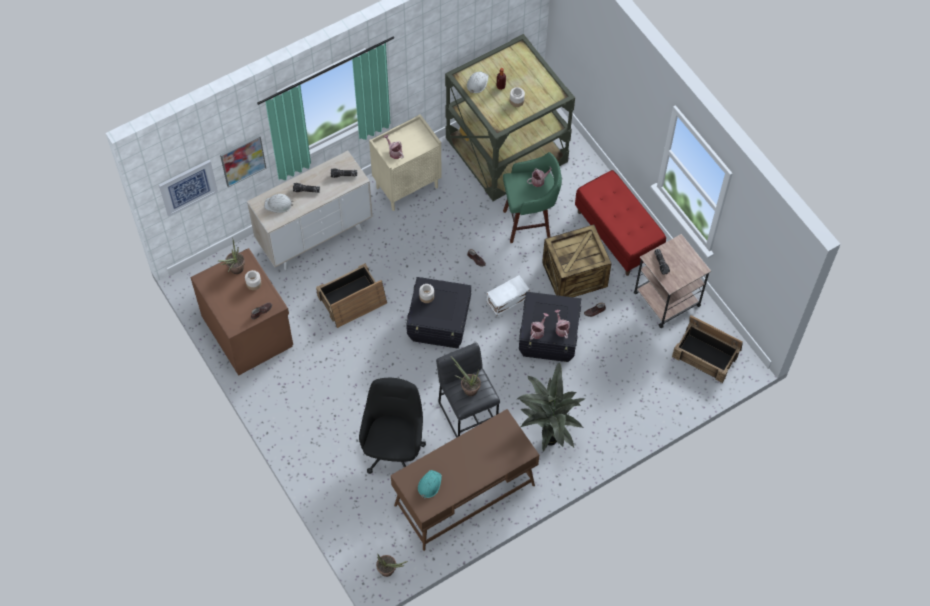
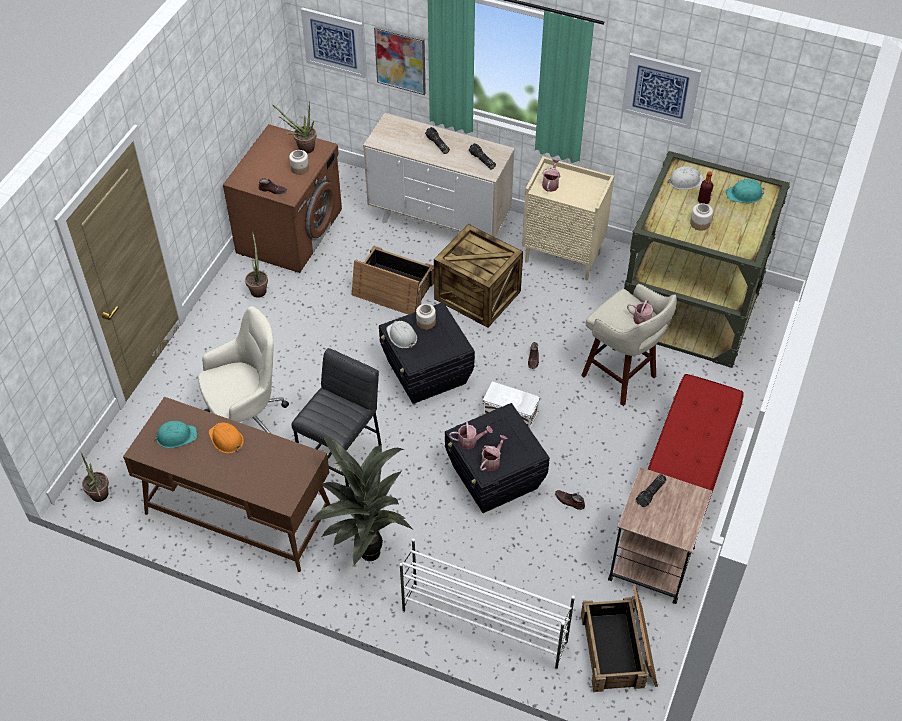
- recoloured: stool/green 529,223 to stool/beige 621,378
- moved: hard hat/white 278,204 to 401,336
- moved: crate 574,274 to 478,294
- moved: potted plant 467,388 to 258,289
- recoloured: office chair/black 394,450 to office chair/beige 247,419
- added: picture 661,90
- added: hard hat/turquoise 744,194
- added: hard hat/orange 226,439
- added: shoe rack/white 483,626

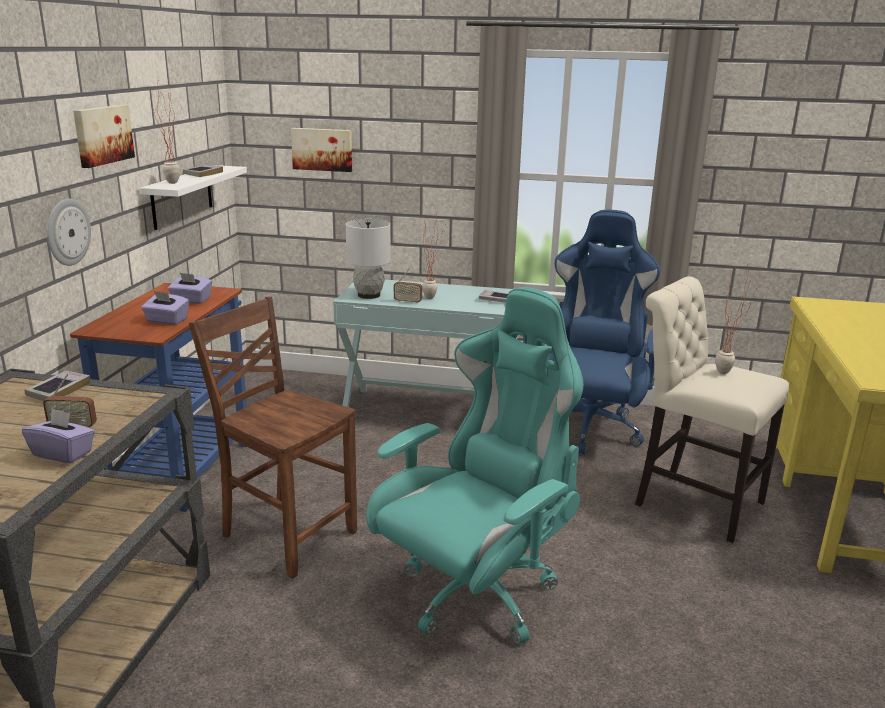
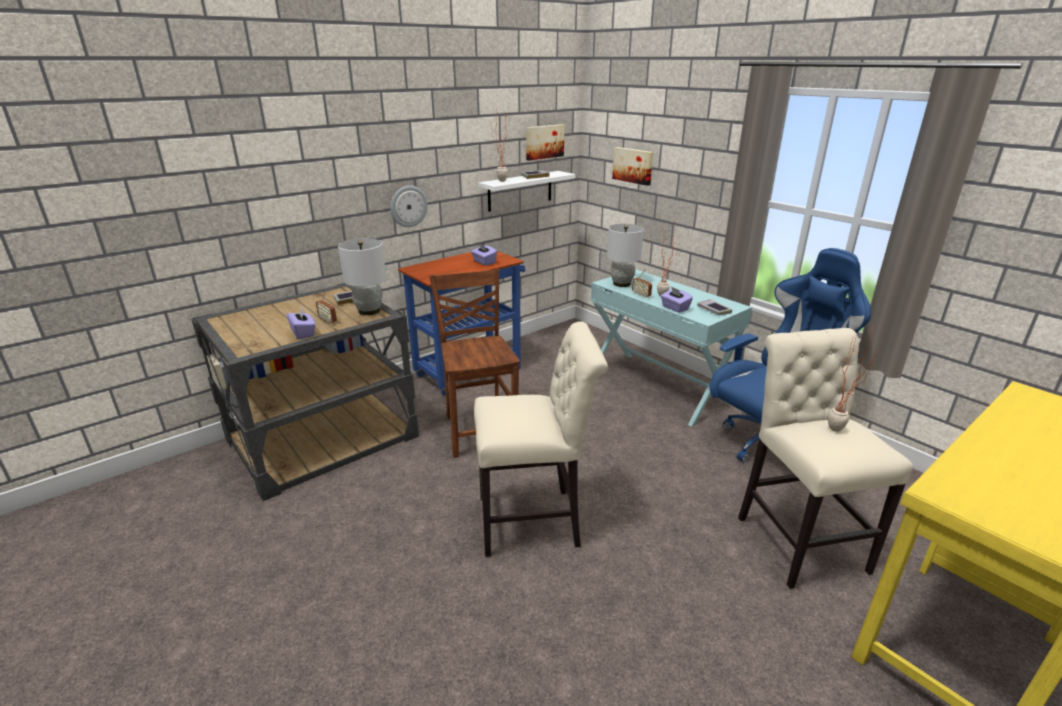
- moved: picture 102,135 to 544,142
- replaced: office chair/turquoise 472,599 to stool/beige 535,522
- moved: tissue box/purple 167,321 to 674,308
- added: table lamp/white 369,311

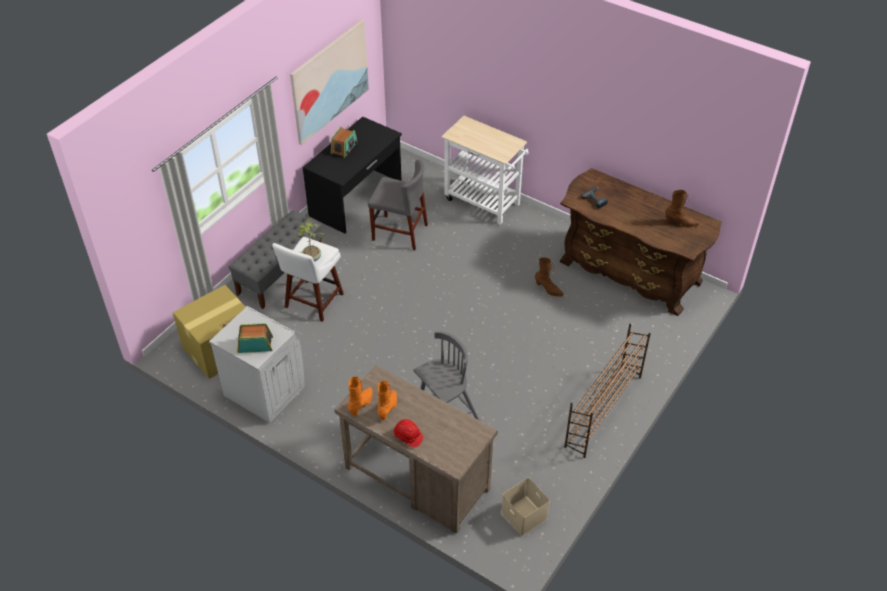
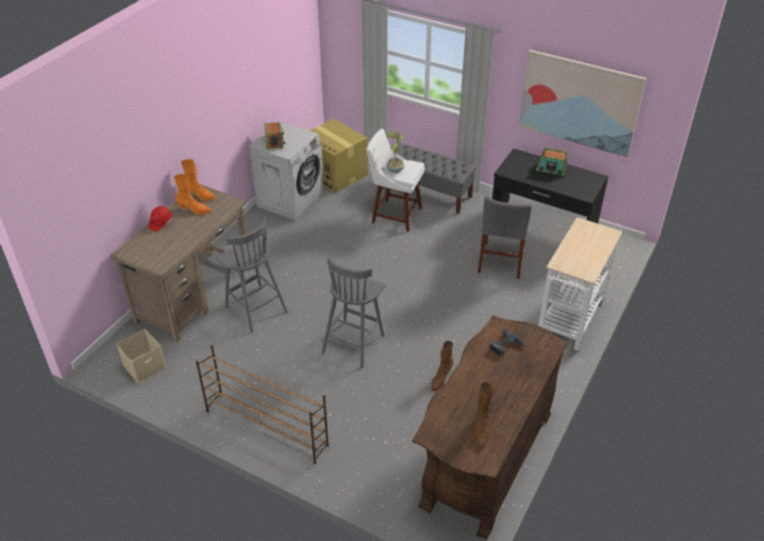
- added: stool/grey 354,342

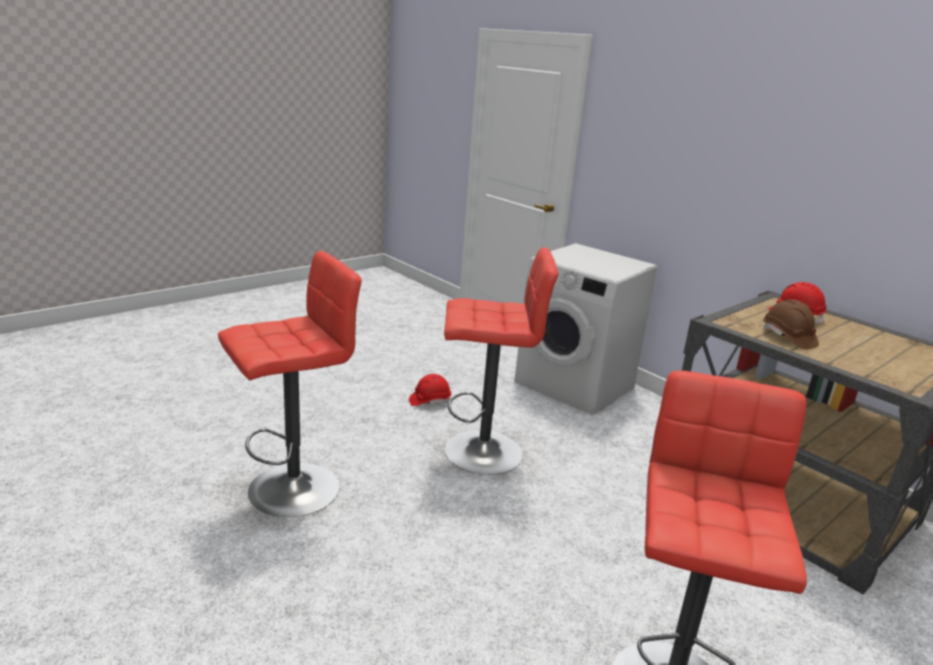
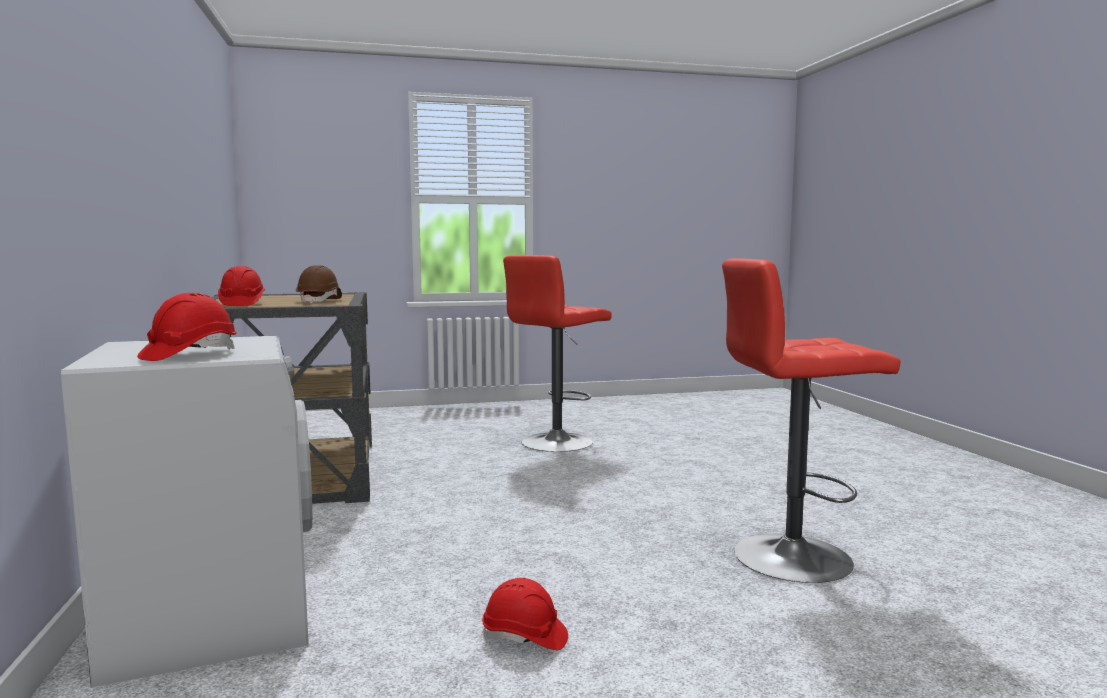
- removed: stool/red 484,452
- added: hard hat/red 189,355

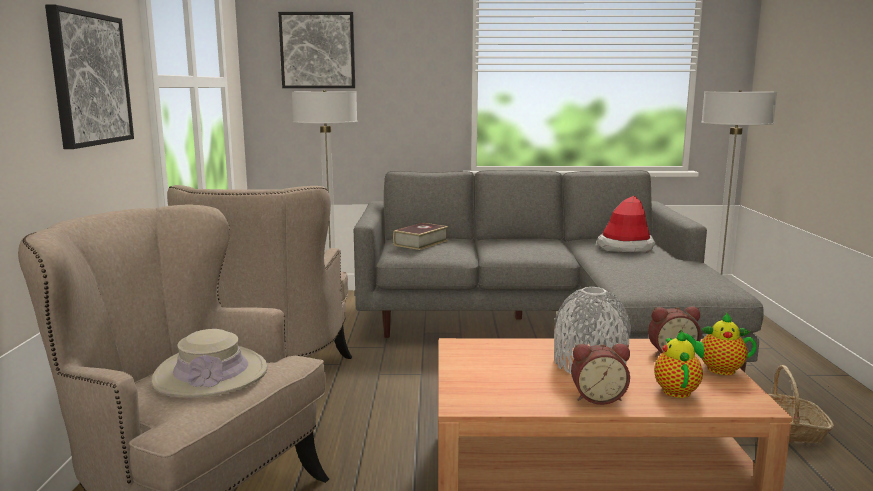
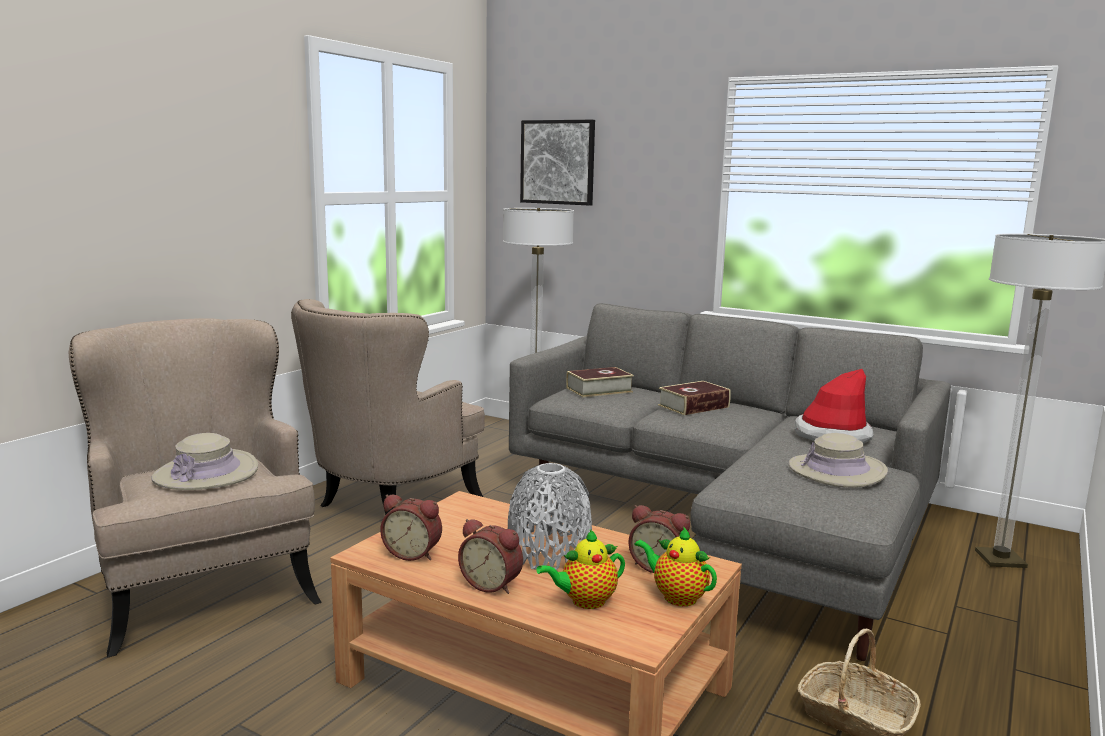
- removed: picture 90,79
- turned: teapot 675,390 = 584,601 150 degrees counterclockwise
- added: book 693,406
- added: hat/beige 837,471
- added: alarm clock 413,553

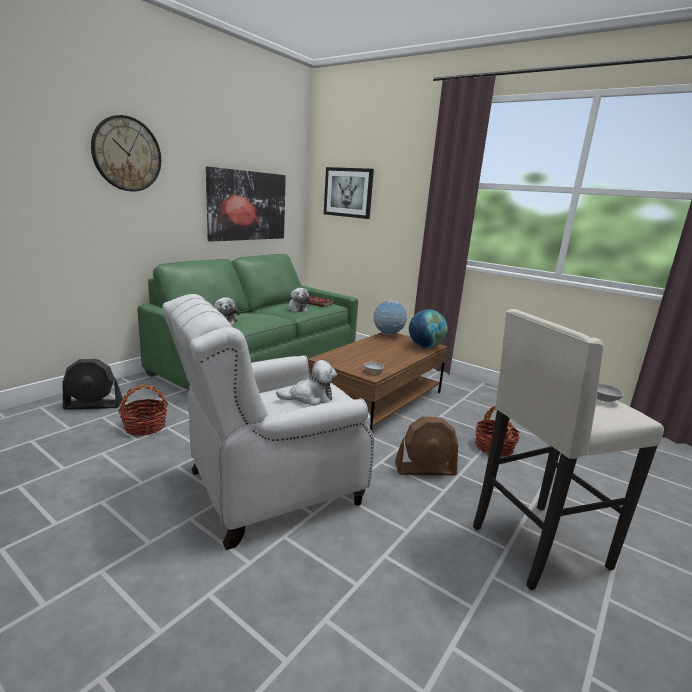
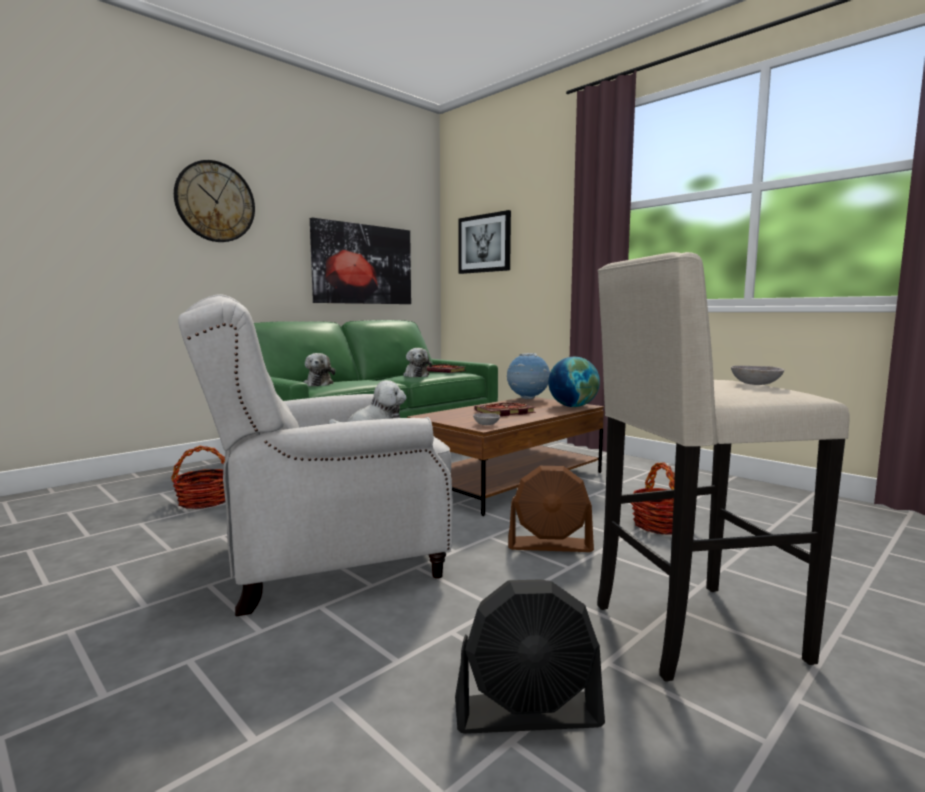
- moved: fan/black 94,405 to 528,713
- added: book 504,412

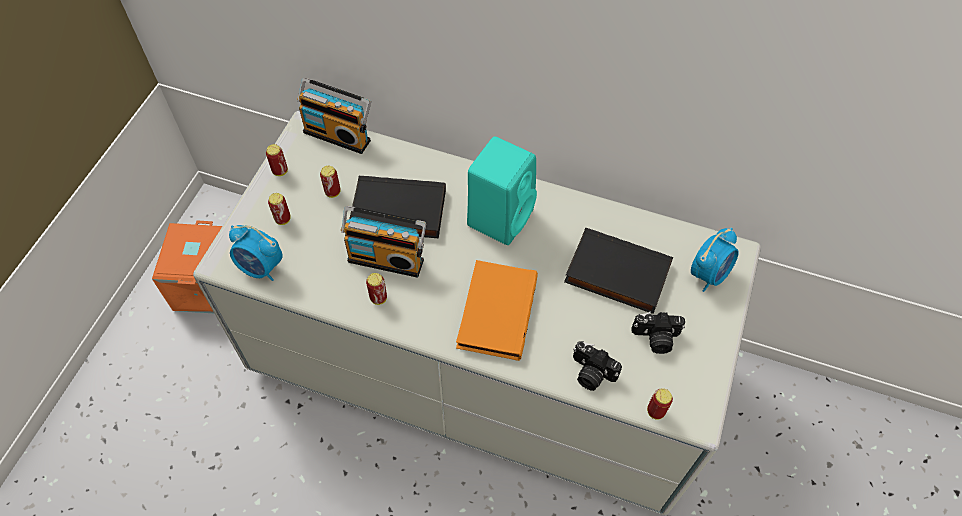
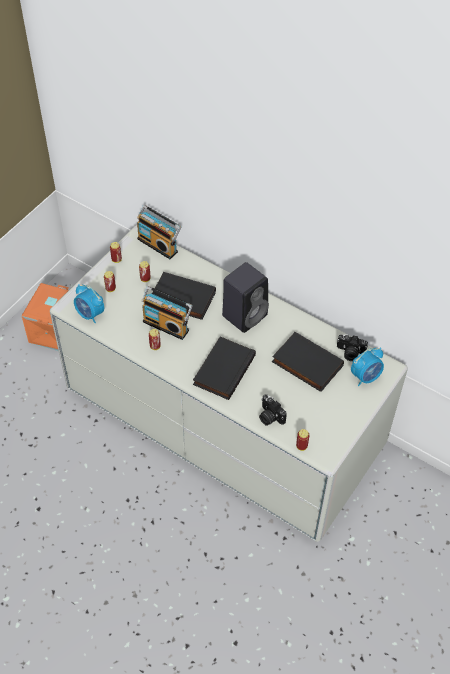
- recoloured: speaker/turquoise 501,216 to speaker/black 245,314
- recoloured: book/orange 495,311 to book/black 223,369
- moved: photo camera 655,339 to 350,353

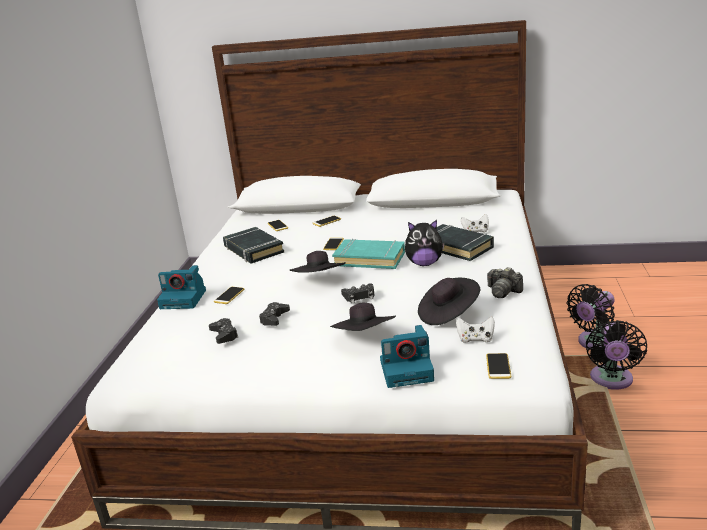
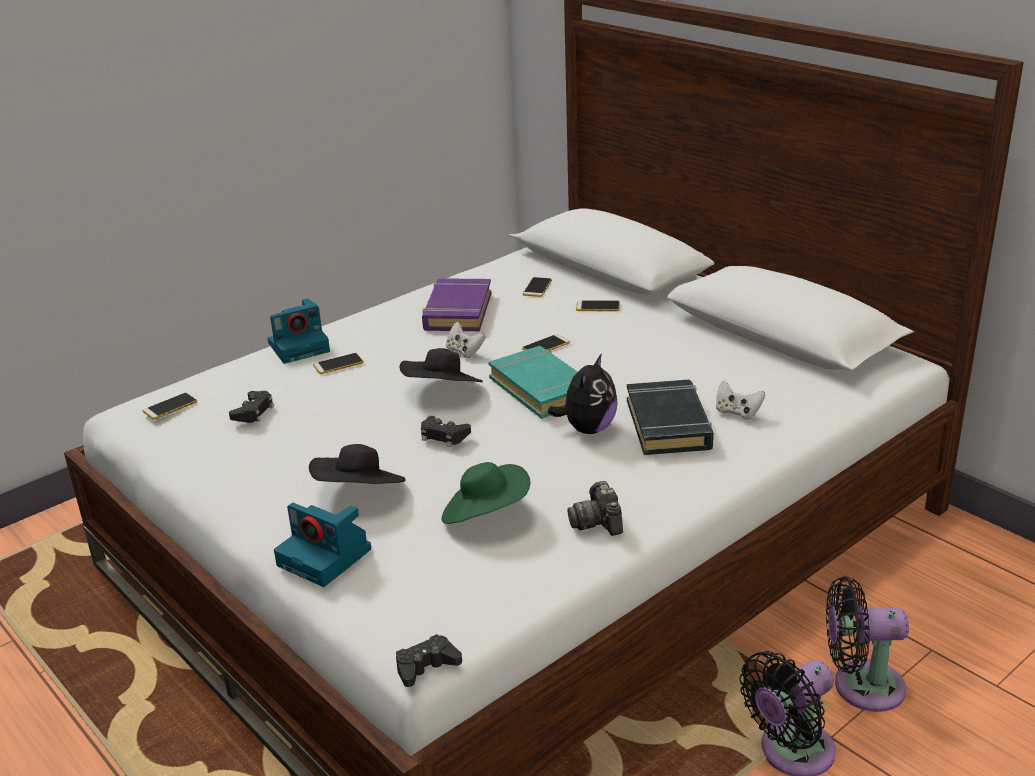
- turned: plush toy 424,263 = 587,429 105 degrees counterclockwise
- recoloured: book/black 253,250 to book/purple 457,311
- turned: photo camera 184,299 = 300,346 75 degrees counterclockwise
- recoloured: hat/black 448,314 to hat/green 486,515
- moved: game controller/black 274,318 to 426,666
- moved: game controller/white 475,339 to 464,351
- moved: phone 498,366 to 170,407

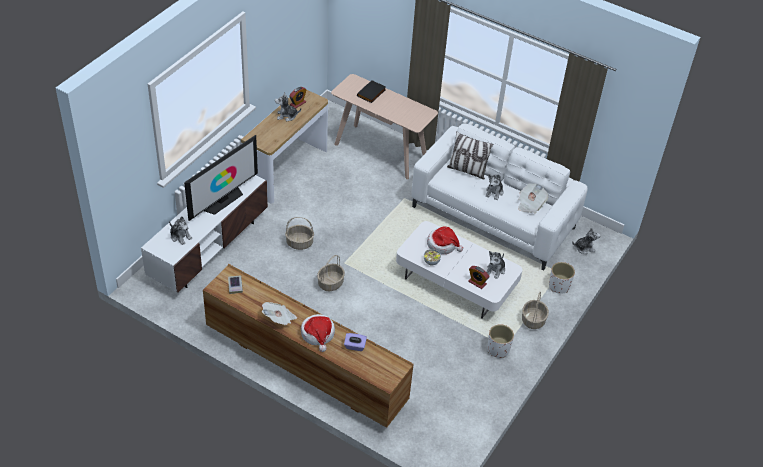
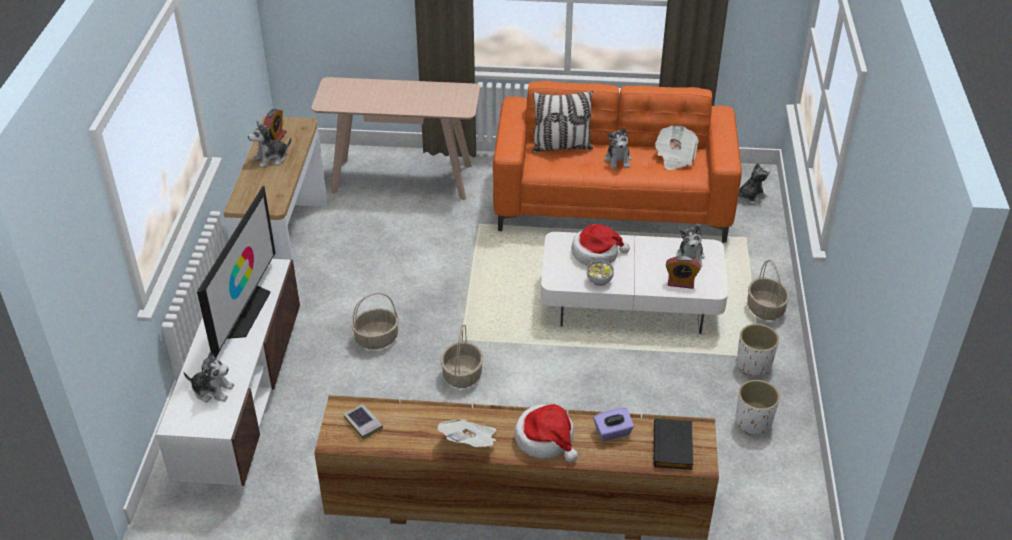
- moved: book/black 371,93 to 674,447
- recoloured: sofa/white 493,217 to sofa/orange 613,204
- moved: planter/white 558,286 to 753,422

